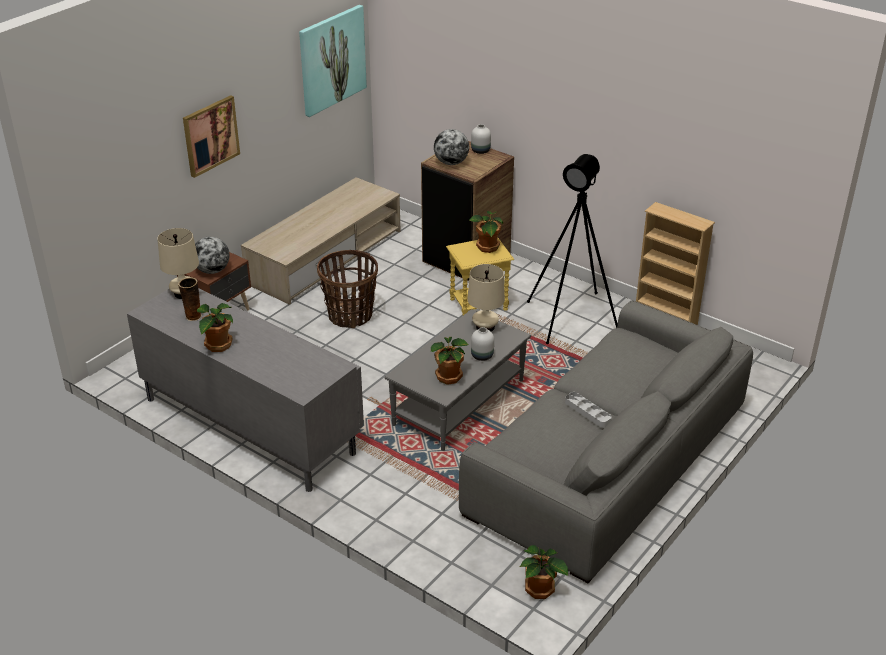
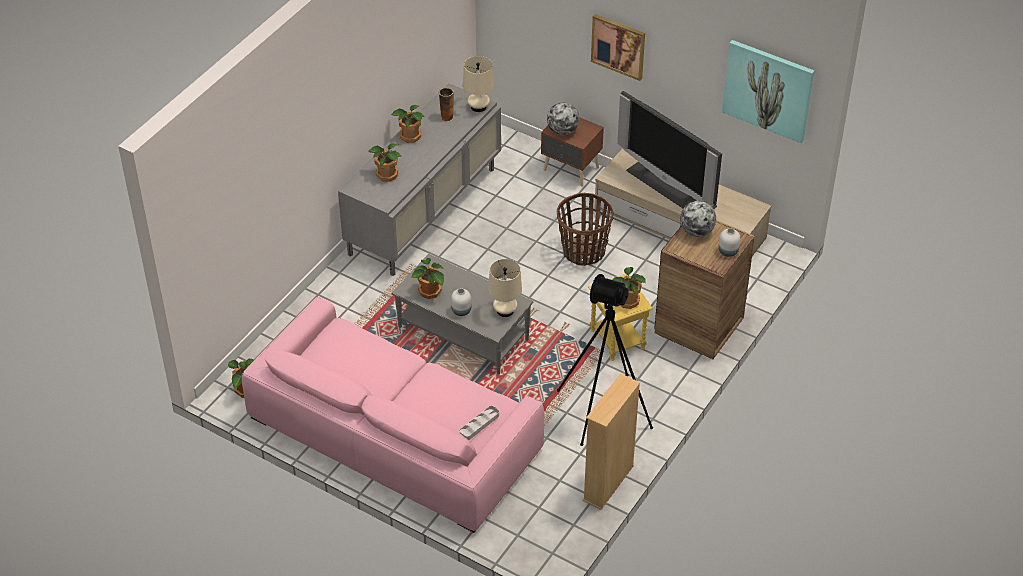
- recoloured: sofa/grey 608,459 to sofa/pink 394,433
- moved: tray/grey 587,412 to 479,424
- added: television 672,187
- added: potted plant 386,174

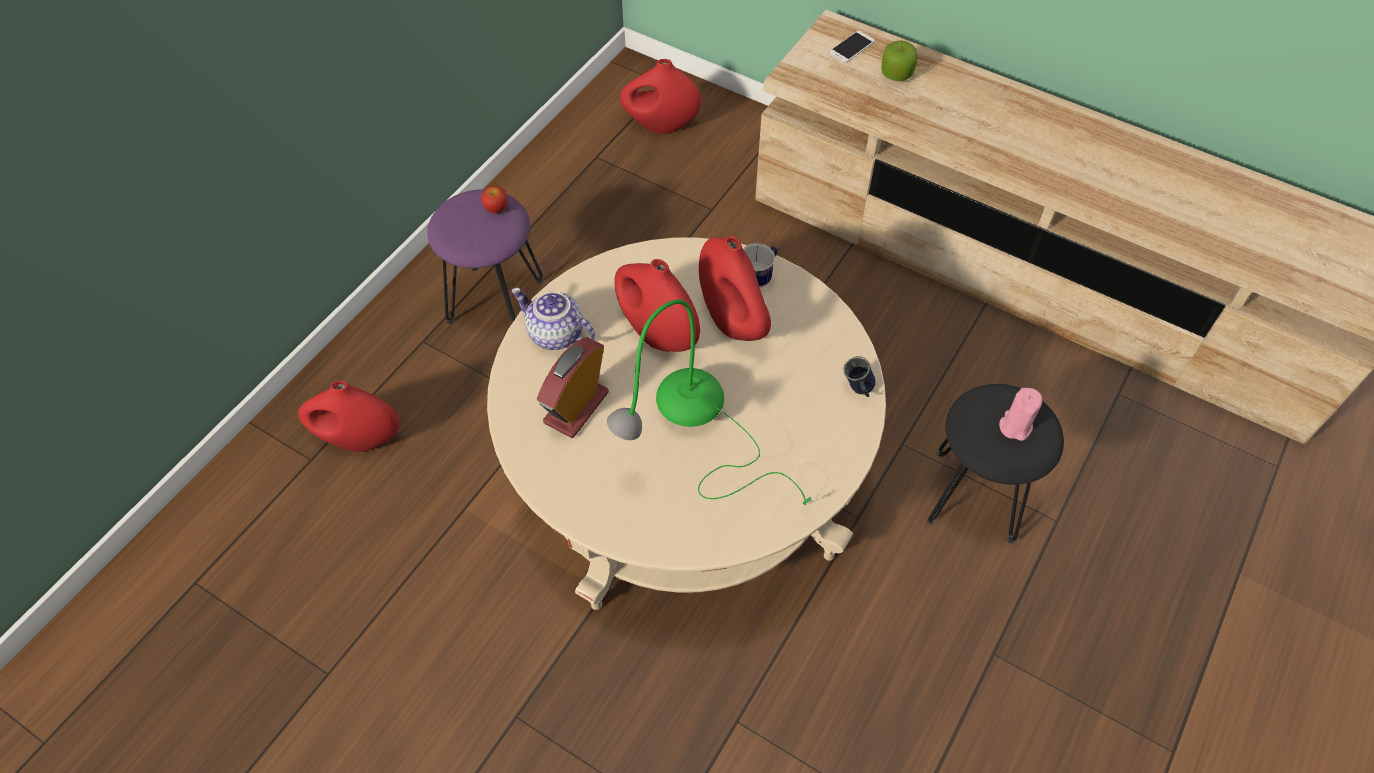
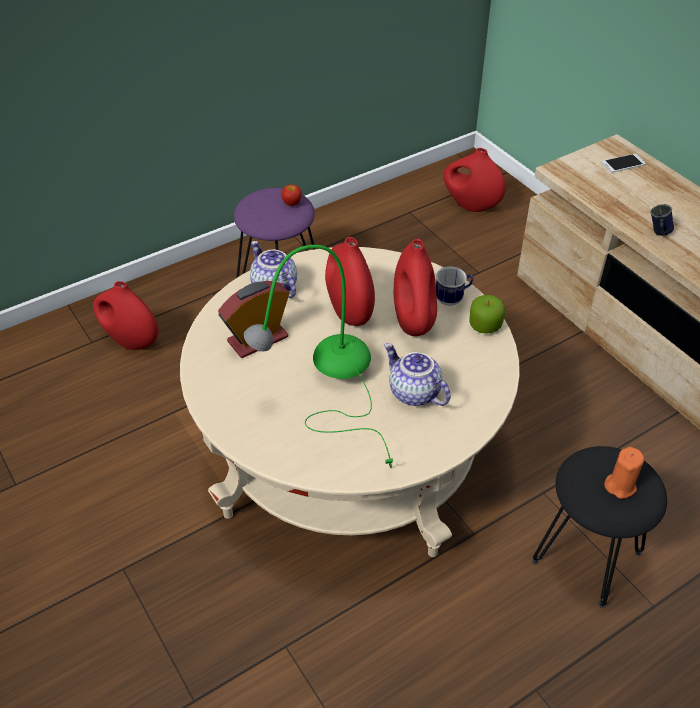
- moved: apple 897,73 to 485,325
- moved: mug/blue 858,390 to 658,233
- recoloured: candle/pink 1015,426 to candle/orange 620,485
- added: teapot 413,393

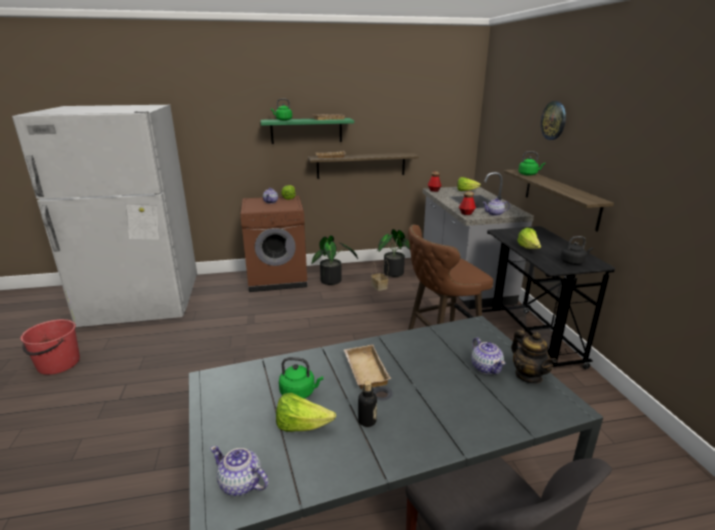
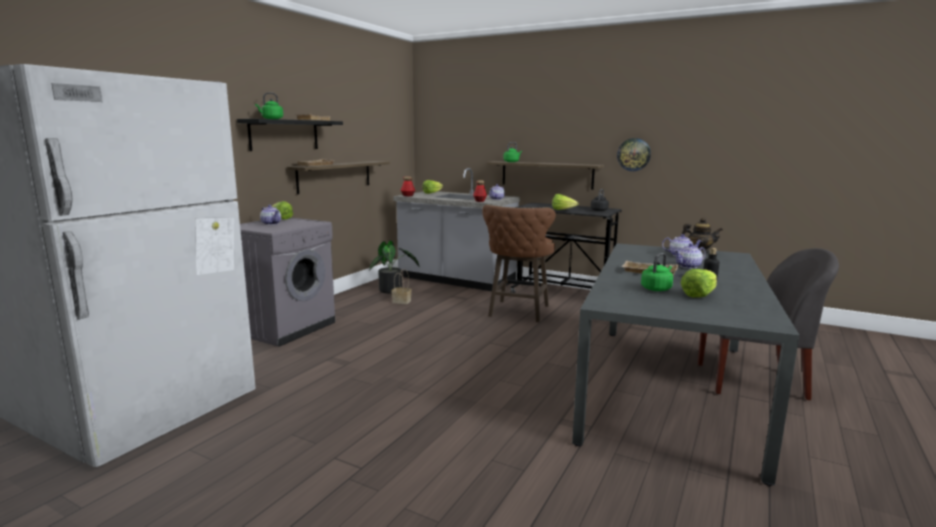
- moved: wall clock 554,120 to 634,154
- recoloured: shelf/green 306,130 to shelf/black 284,135
- recoloured: washing machine/brown 278,279 to washing machine/grey 287,328
- removed: potted plant 333,281
- removed: bucket/red 58,364
- moved: teapot 241,484 to 688,266

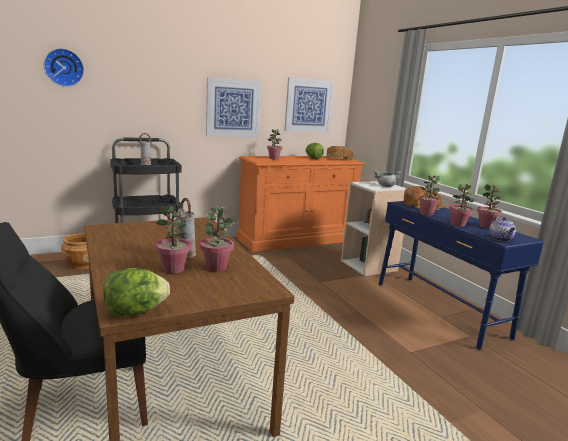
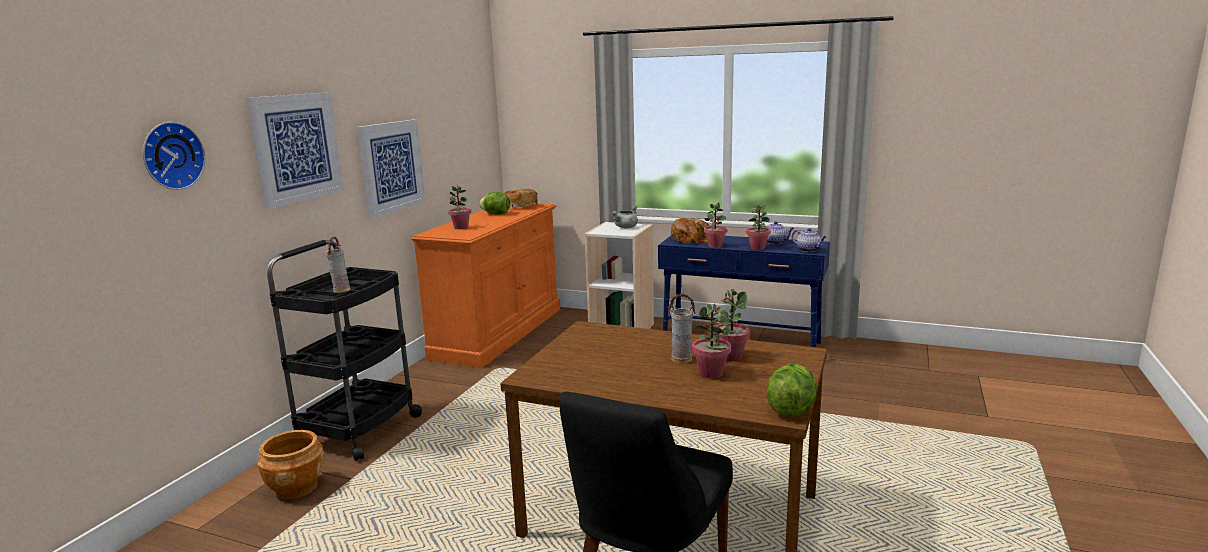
- moved: picture 308,106 to 297,148
- replaced: potted plant 486,226 to teapot 775,242

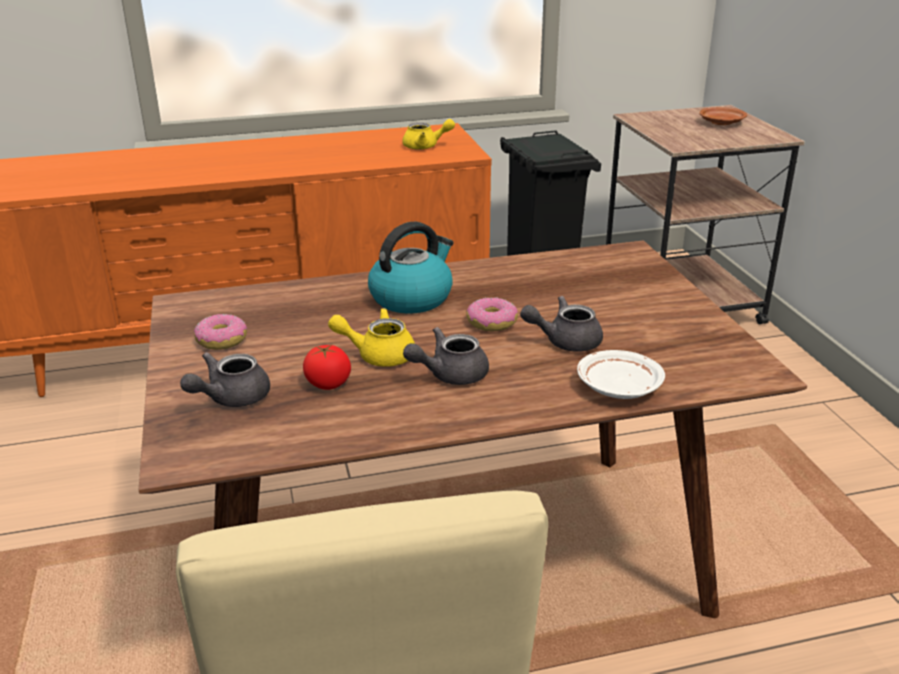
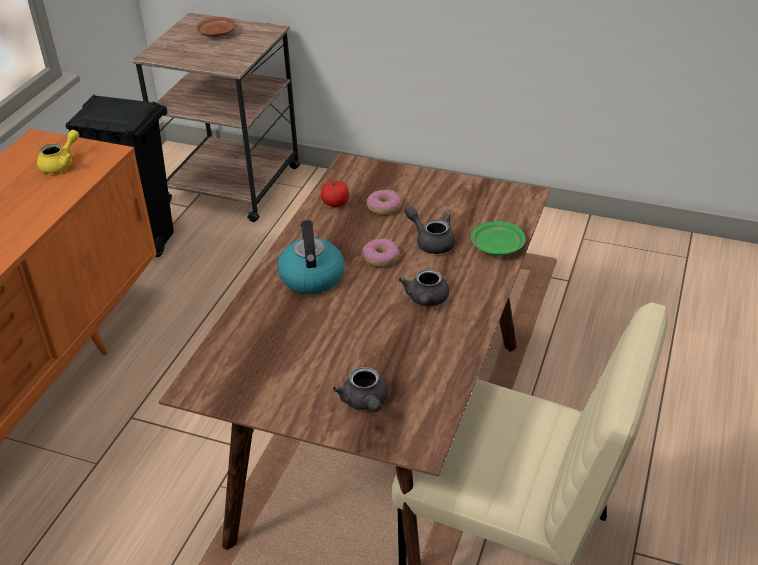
- turned: teapot/grey 564,341 = 431,241 105 degrees clockwise
- removed: teapot/yellow 378,355
- moved: donut 222,340 to 384,207
- moved: tomato 328,383 to 335,203
- recoloured: plate/white 617,387 to plate/green 497,247

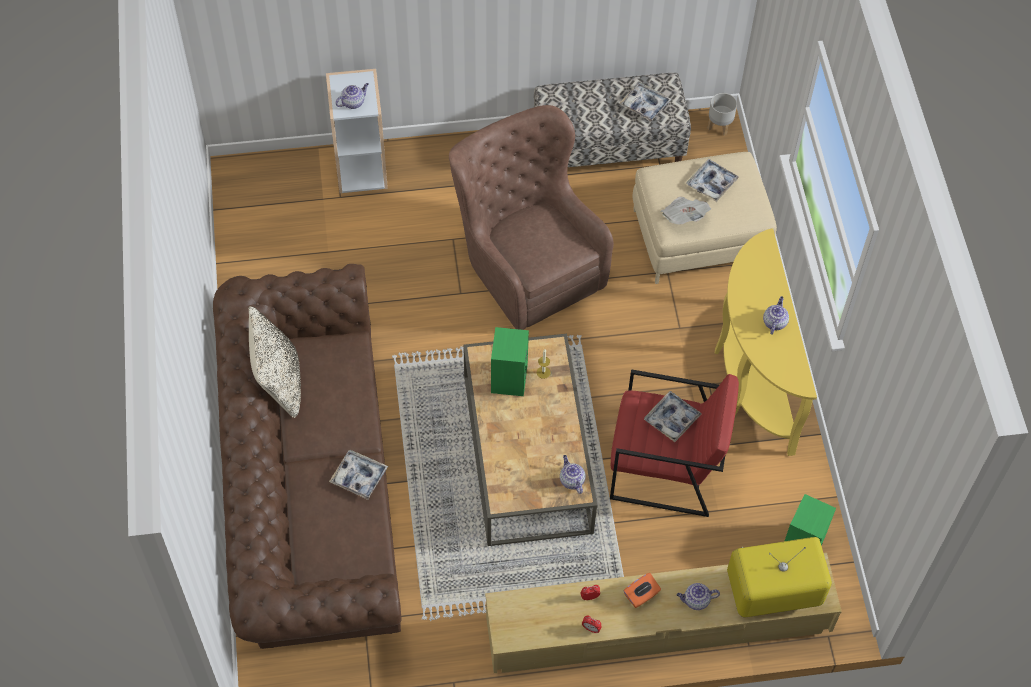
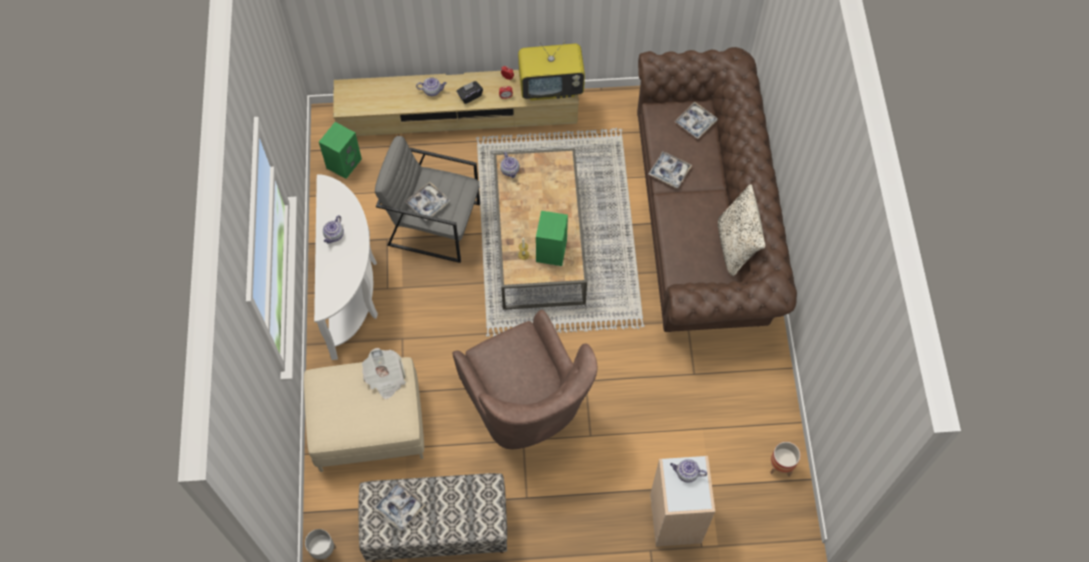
- turned: teapot 353,102 = 686,473 45 degrees clockwise
- moved: tray 711,183 to 695,123
- recoloured: console table/yellow 750,378 to console table/white 352,291
- recoloured: armchair/red 665,468 to armchair/grey 434,223
- moved: television 772,593 to 551,86
- recoloured: tissue box/orange 641,595 to tissue box/black 470,96
- added: planter 780,466

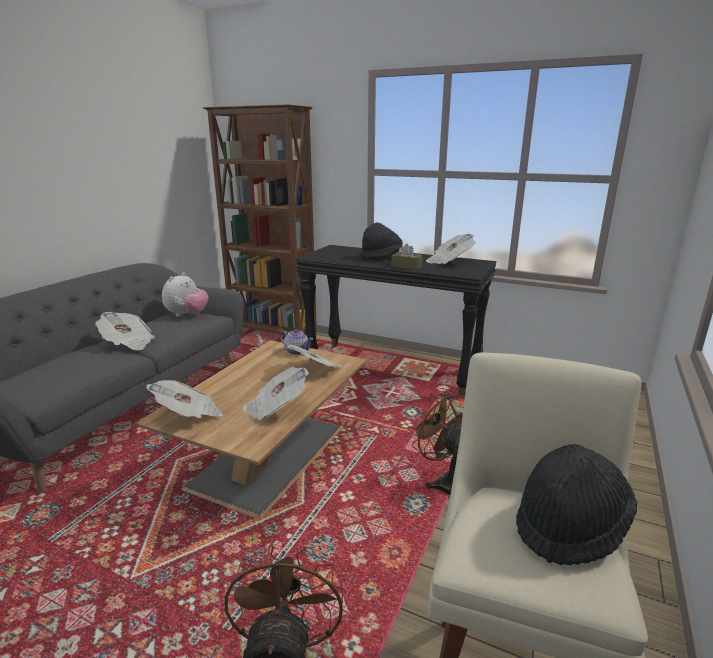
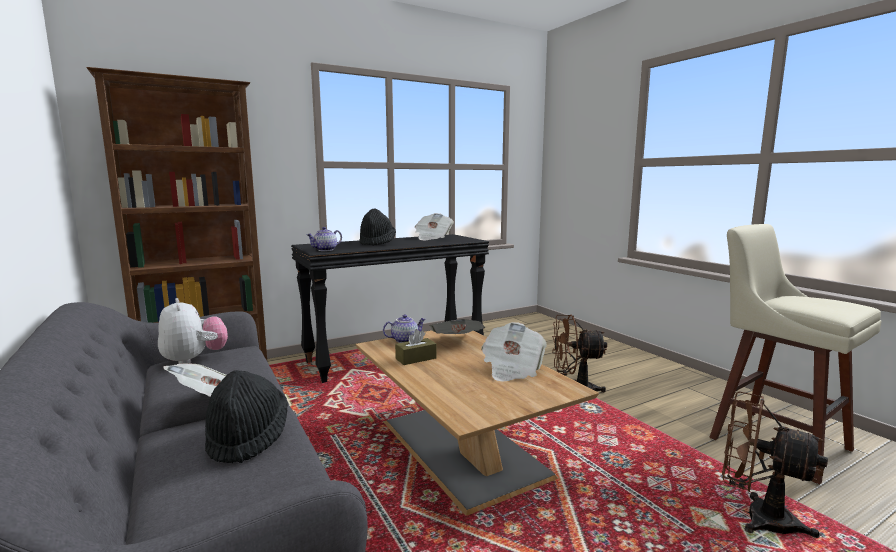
- moved: tissue box/brown 406,266 to 416,358
- removed: newspaper 189,415
- moved: hat/black 570,526 to 248,437
- added: teapot 325,250

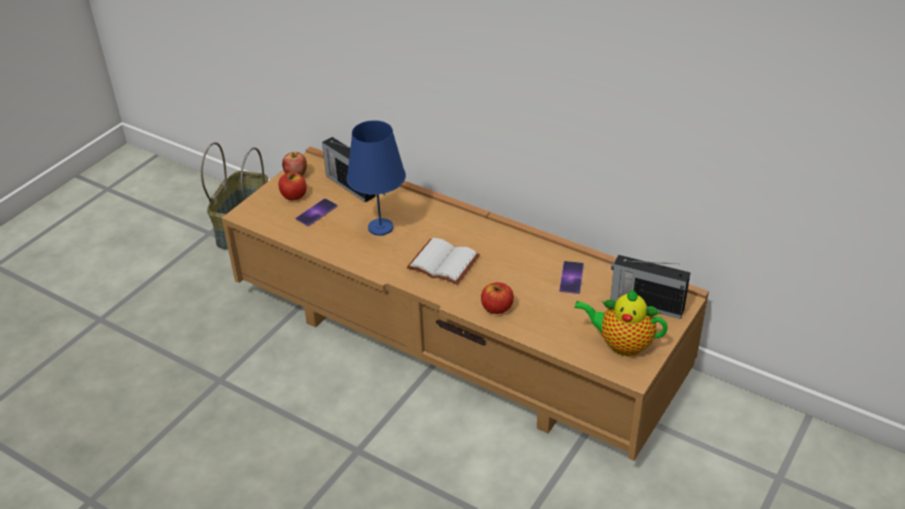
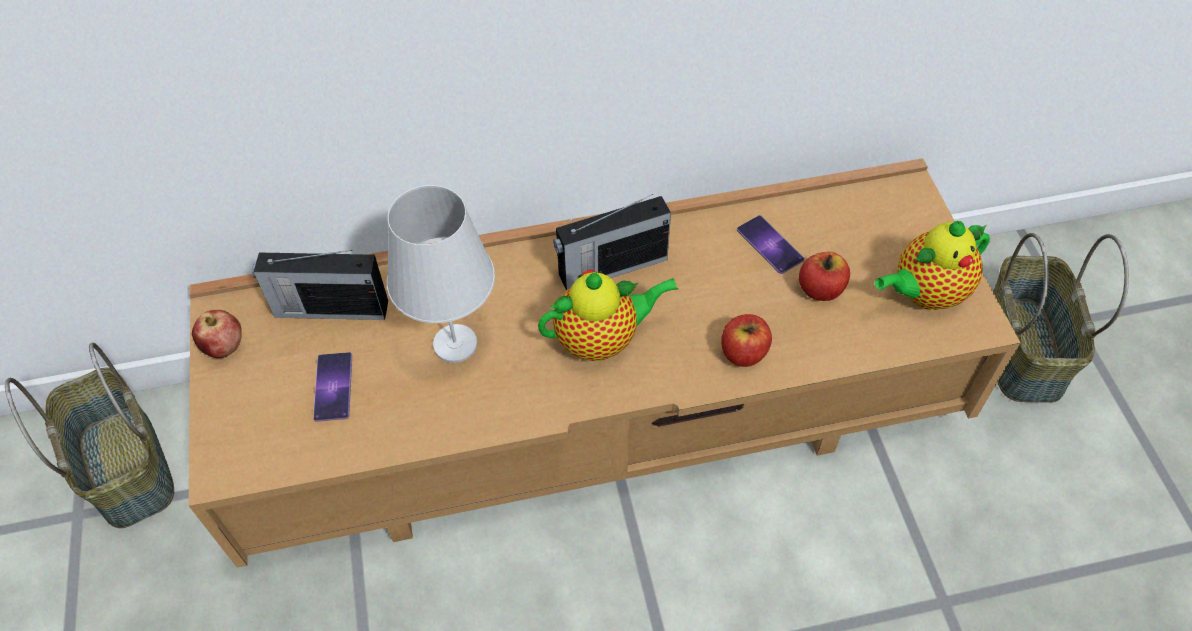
- recoloured: table lamp/blue 380,227 to table lamp/white 454,344
- moved: apple 293,196 to 820,289
- replaced: book/white 441,264 to teapot 602,339
- moved: radio 645,304 to 611,267
- added: basket 1019,349

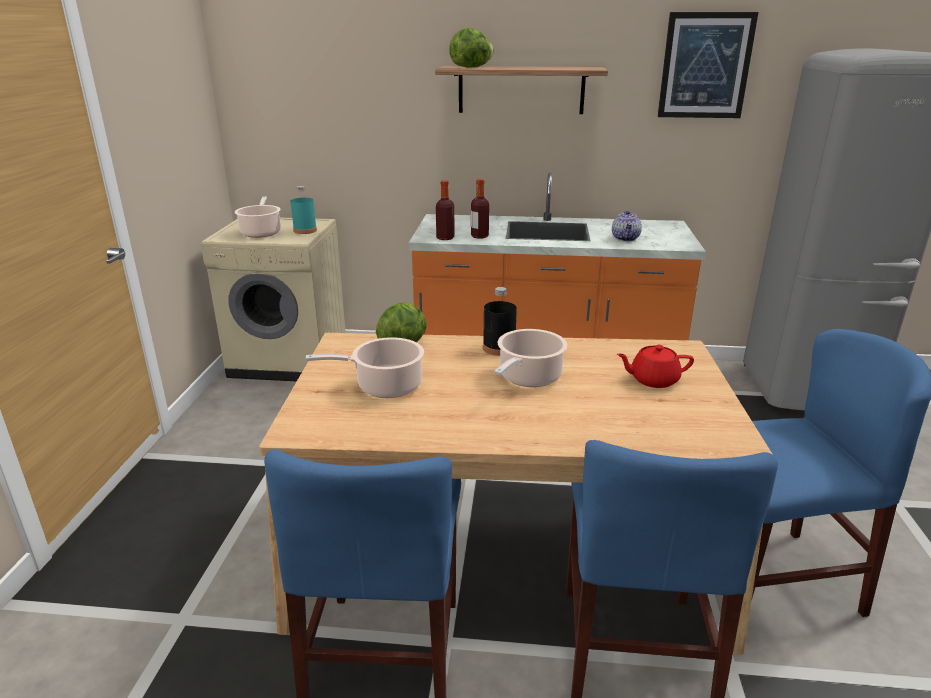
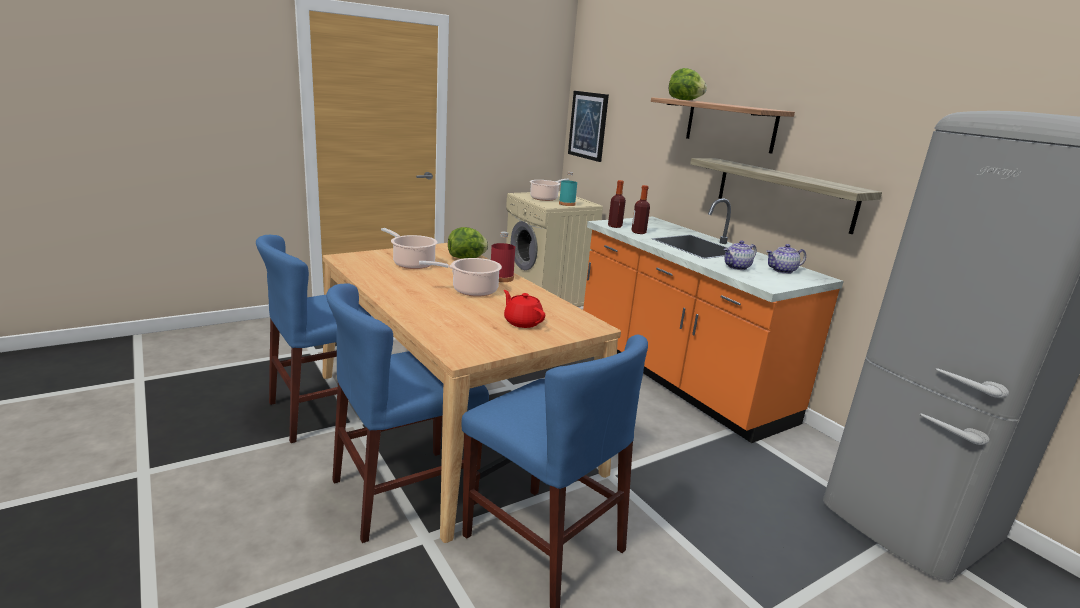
- moved: picture 705,66 to 588,125
- recoloured: bottle/black 499,348 to bottle/red 501,278
- added: shelf 783,193
- added: teapot 782,271

